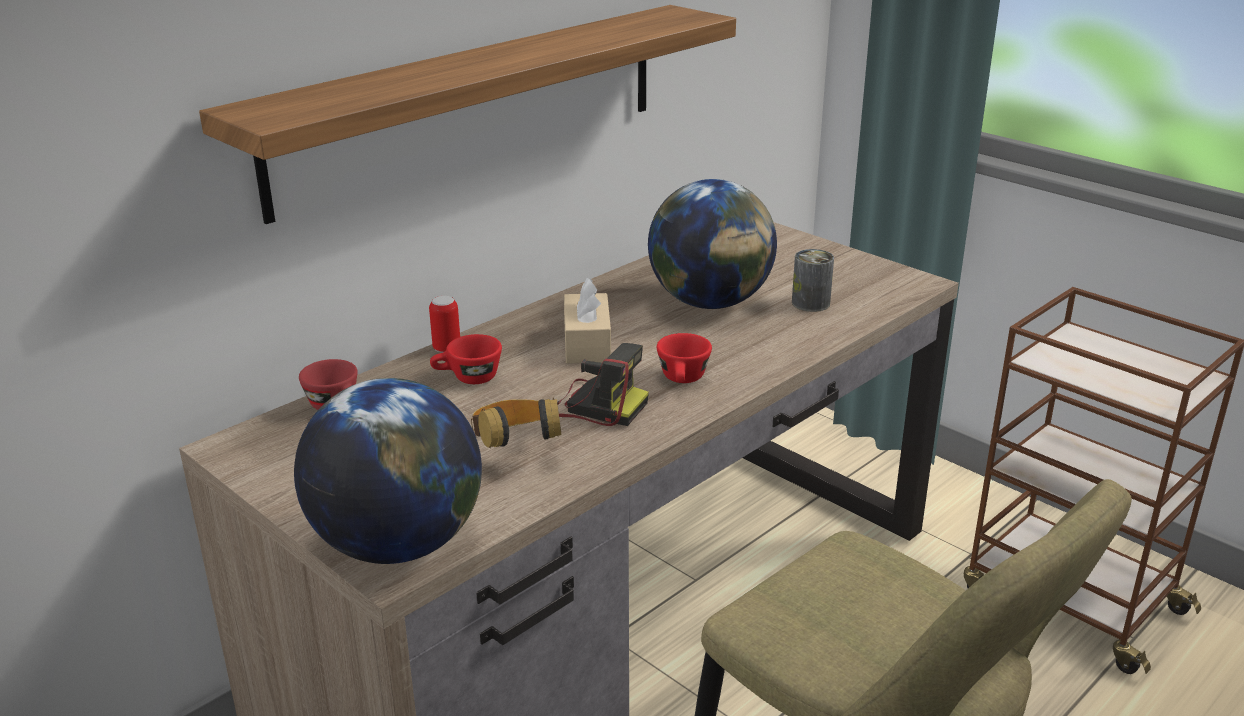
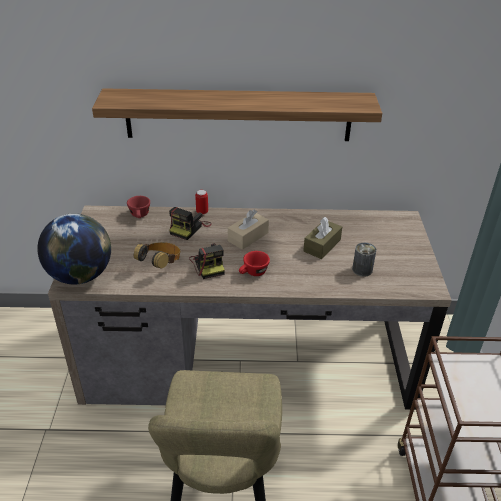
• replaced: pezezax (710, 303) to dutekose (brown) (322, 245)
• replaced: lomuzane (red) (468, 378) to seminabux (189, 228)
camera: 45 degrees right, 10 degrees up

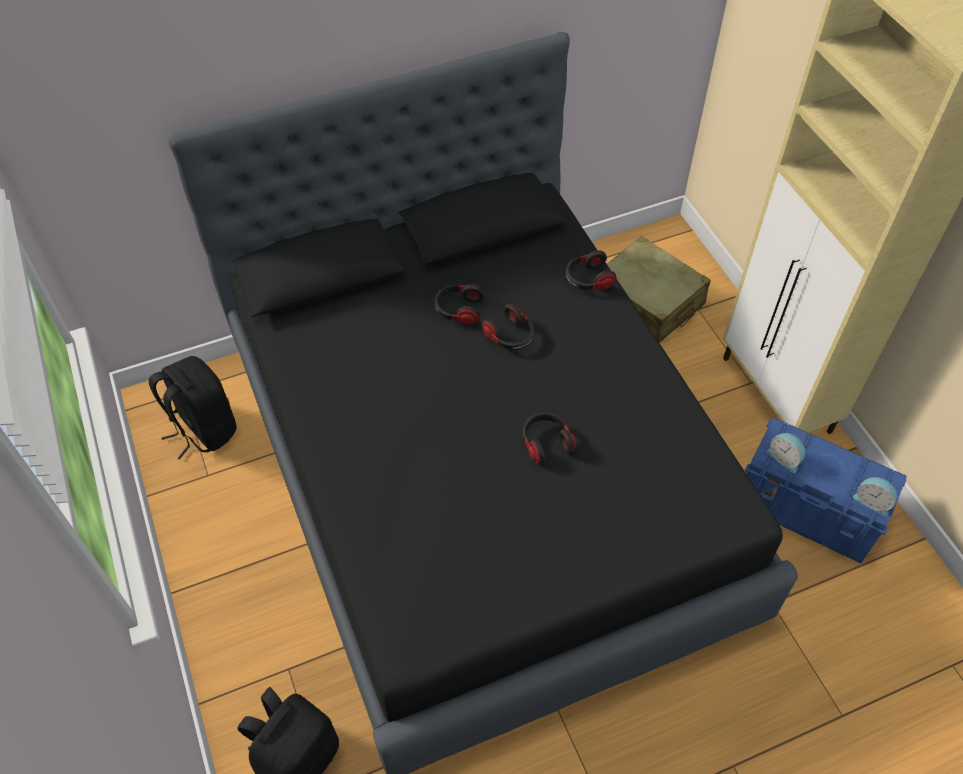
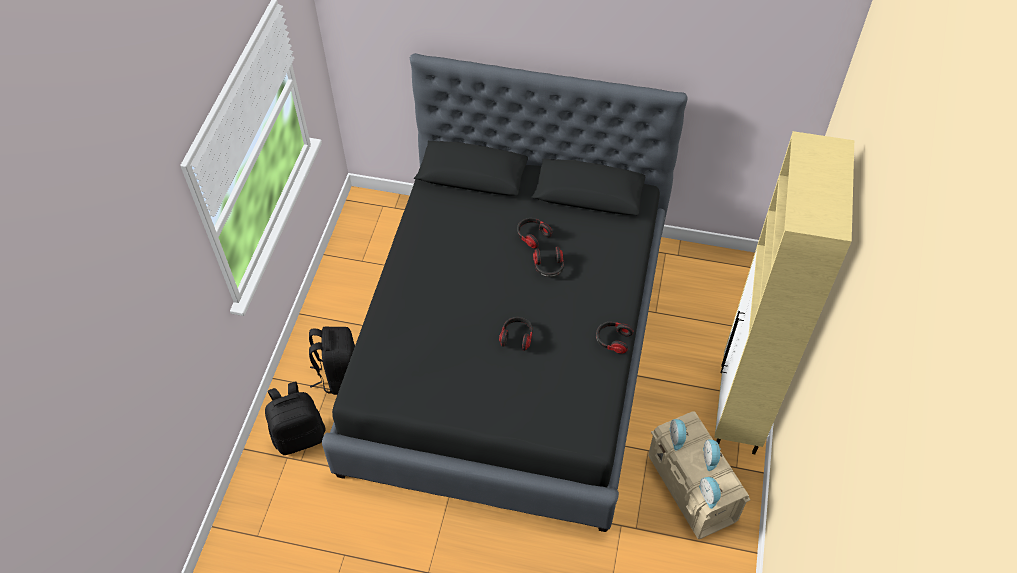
• removed: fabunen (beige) (647, 302)
• moved: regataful (588, 280) to (612, 340)
• moved: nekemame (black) (203, 429) to (338, 375)
• recoloured: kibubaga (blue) (806, 512) to kibubaga (beige) (691, 489)
• added: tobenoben (711, 458)
camera: 35 degrees right, 0 degrees up

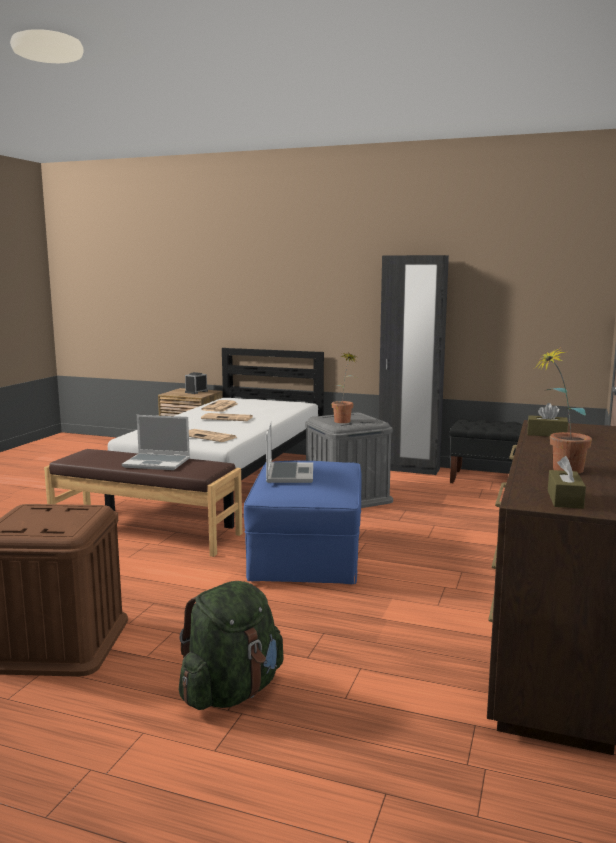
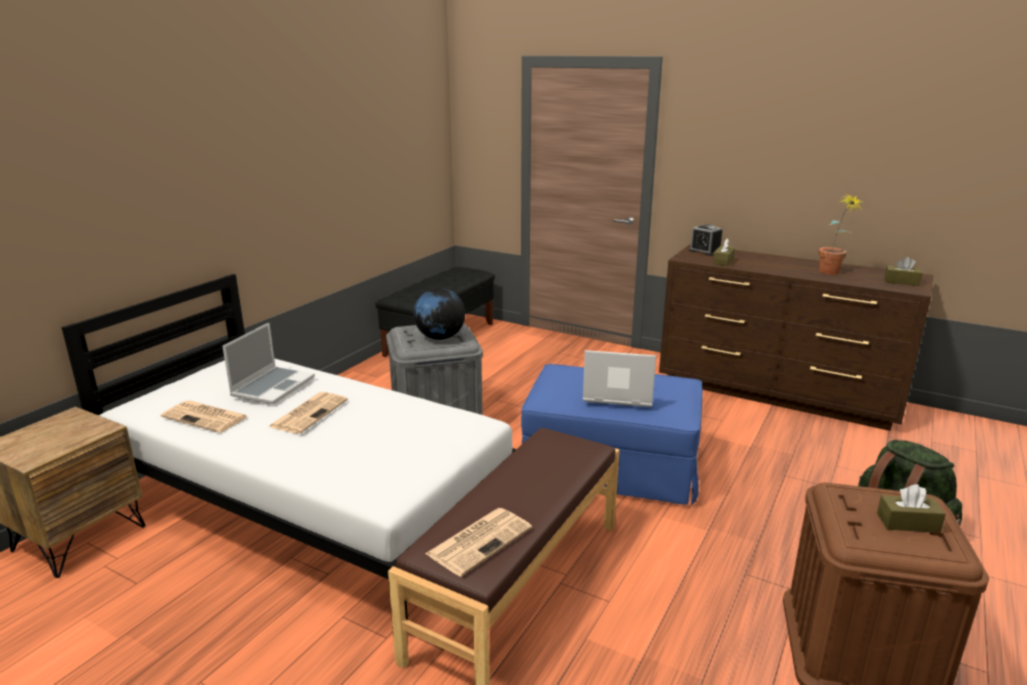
• removed: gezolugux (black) (408, 469)
• replaced: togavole (344, 420) to pezezax (440, 337)
• moved: tobenoben (196, 392) to (704, 251)
• moved: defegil (158, 463) to (273, 386)
• moved: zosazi (209, 436) to (480, 540)
• added: dutekose (brown) (908, 523)
camera: 80 degrees left, 10 degrees up

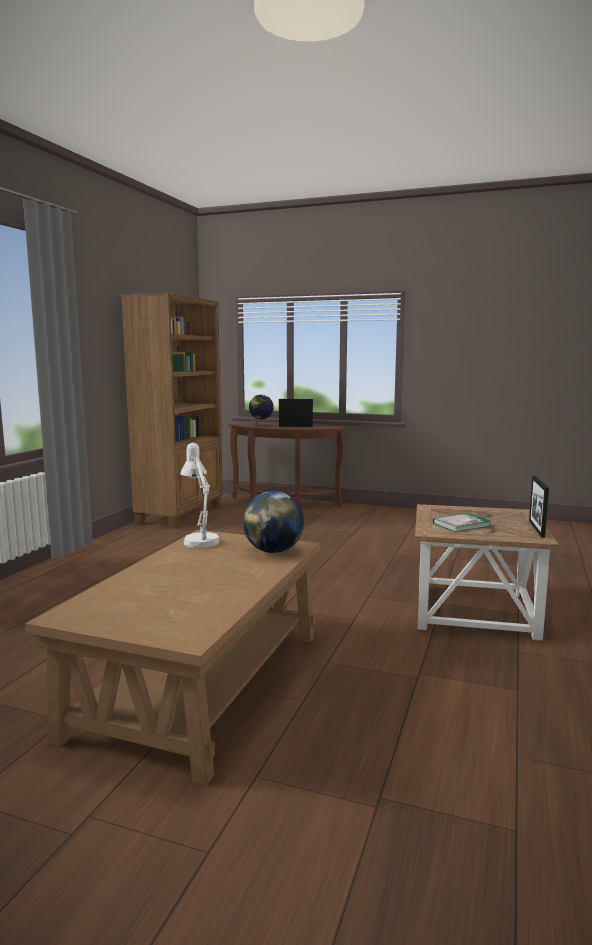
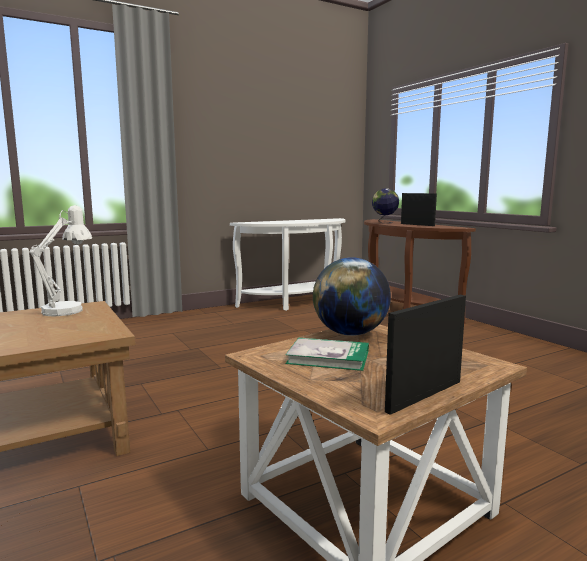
• replaced: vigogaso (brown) (181, 514) to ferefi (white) (297, 303)
• moved: pezezax (273, 551) to (350, 334)
camera: 40 degrees right, 0 degrees up

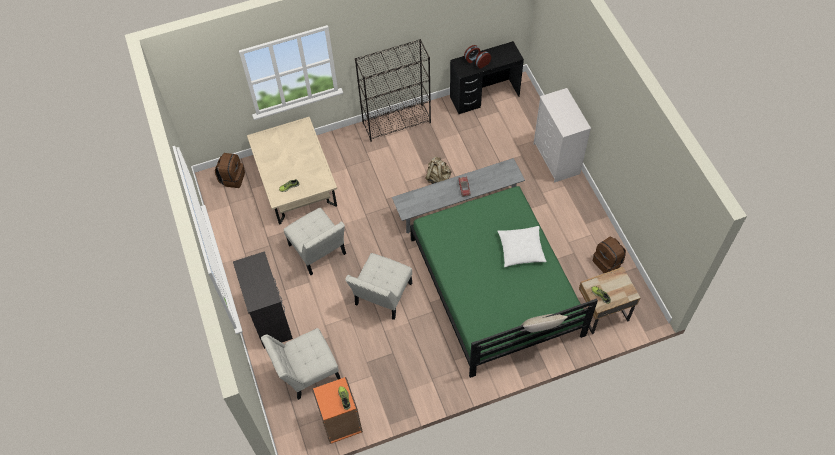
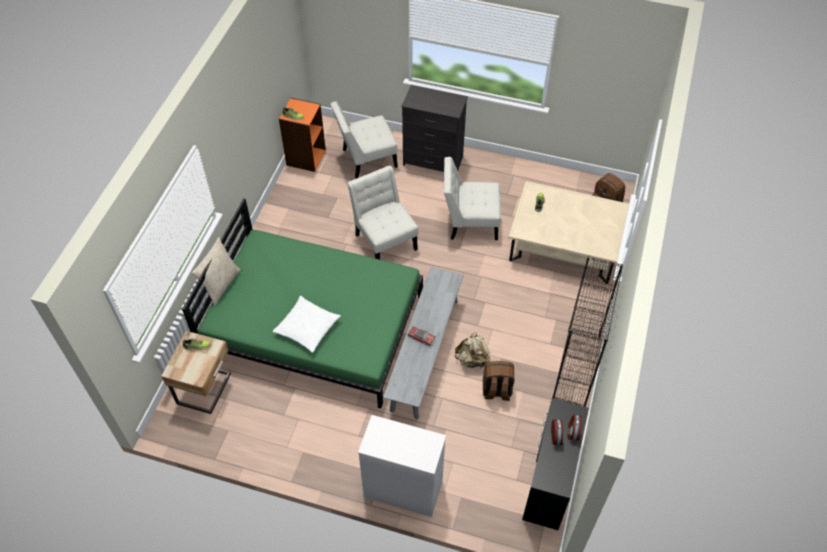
• moved: nekemame (brown) (607, 262) to (496, 390)
• turned: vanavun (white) (306, 372) = (366, 159) 120 degrees counterclockwise
camera: 125 degrees right, 5 degrees down

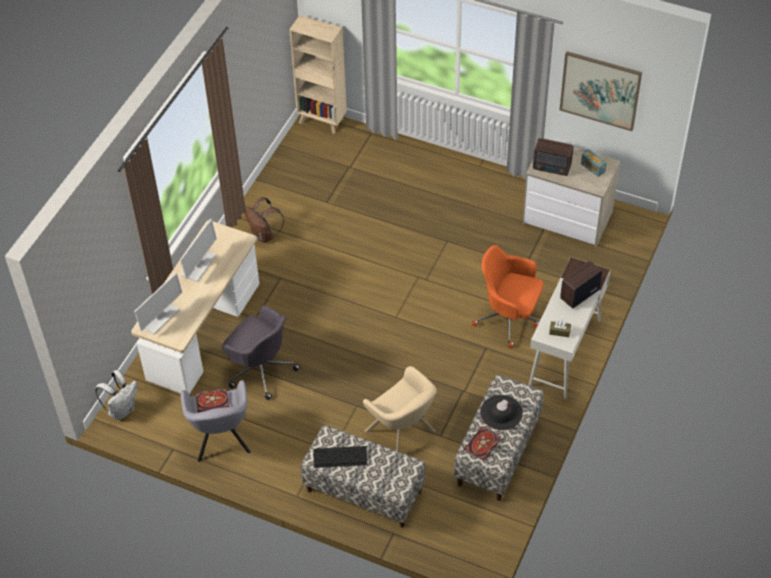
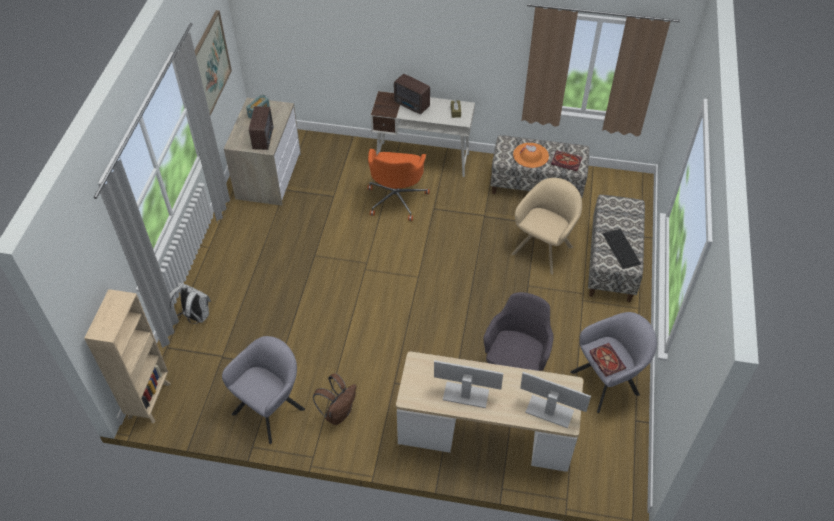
• moved: nekemame (white) (122, 410) to (195, 316)
• recoloured: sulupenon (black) (501, 412) to sulupenon (orange) (530, 155)
• added: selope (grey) (271, 408)
camera: 105 degrees left, 0 degrees up

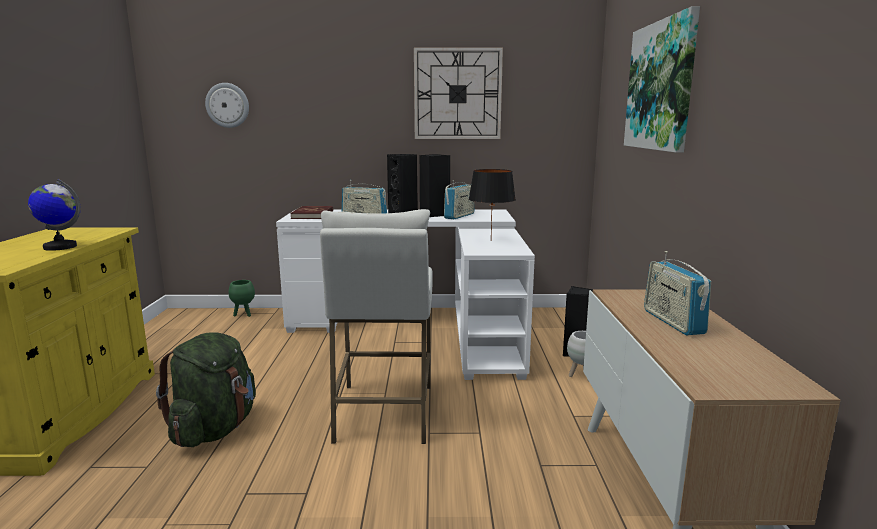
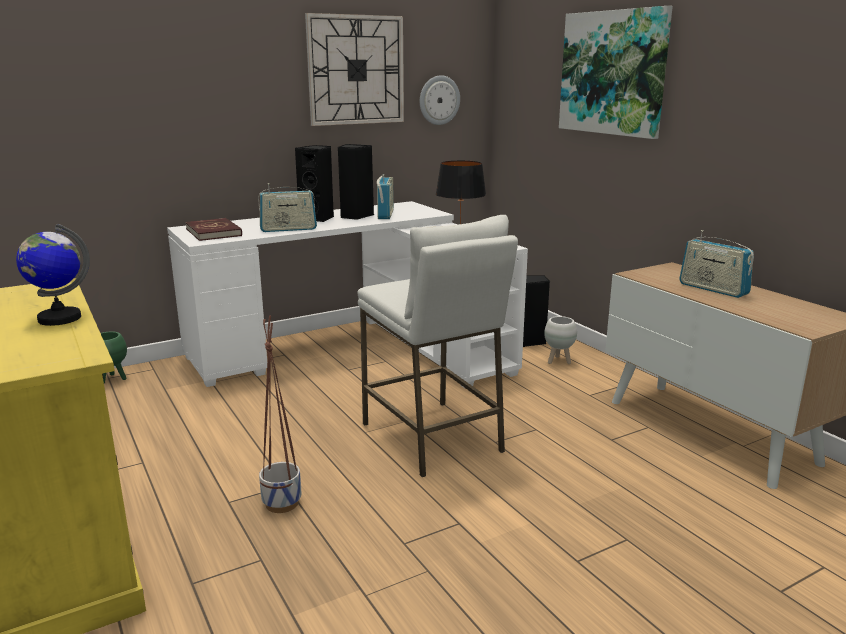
• moved: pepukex (227, 105) to (439, 100)
• replaced: nekemame (green) (215, 429) to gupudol (281, 503)
camera: 30 degrees left, 5 degrees up

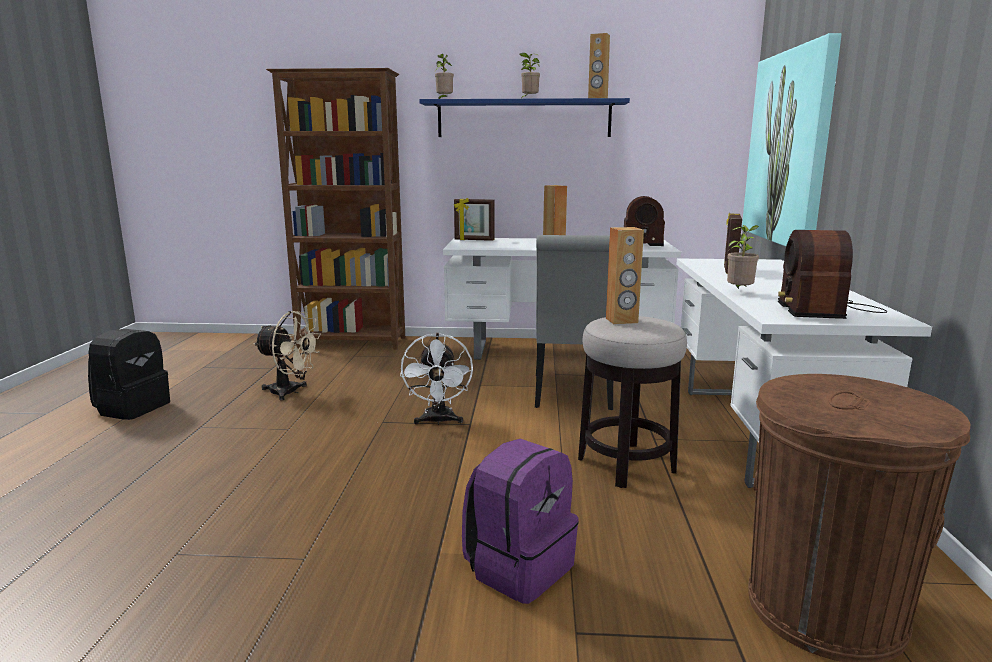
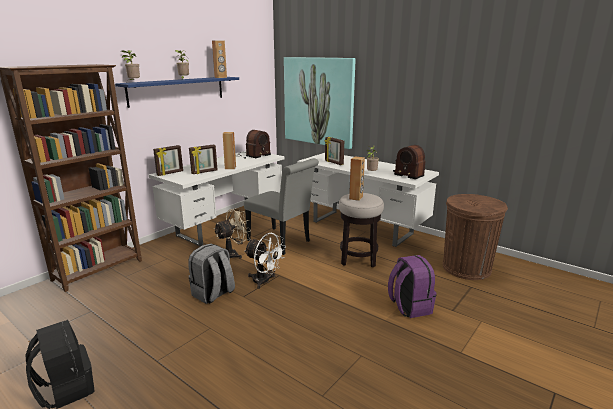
• moved: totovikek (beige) (290, 392) to (233, 254)
• added: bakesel (204, 172)
• added: nekemame (grey) (213, 294)
camera: 55 degrees left, 5 degrees up

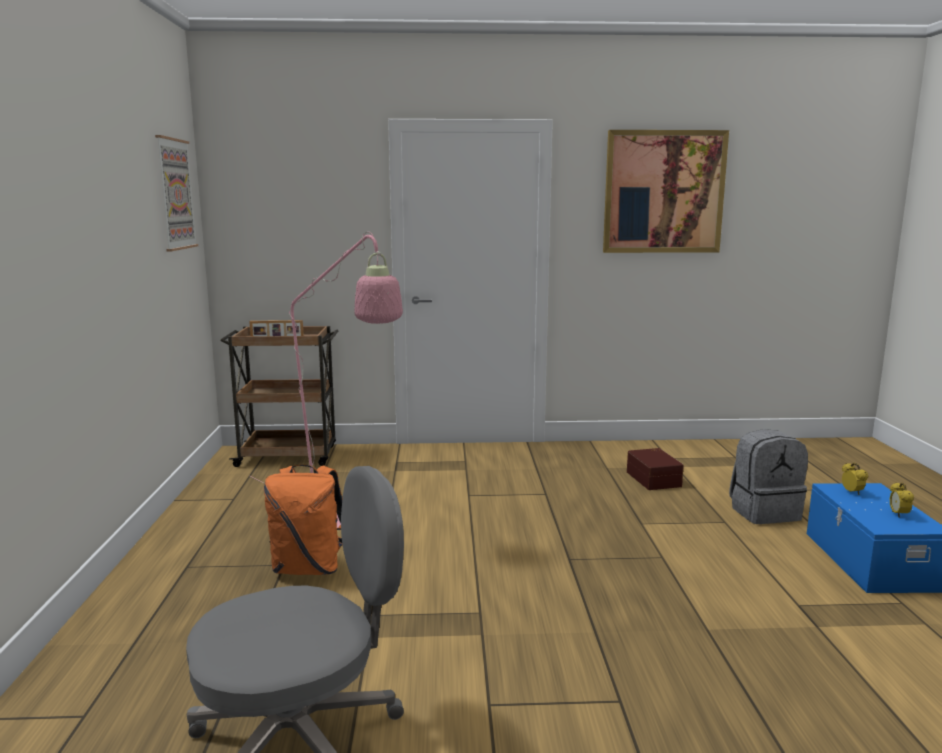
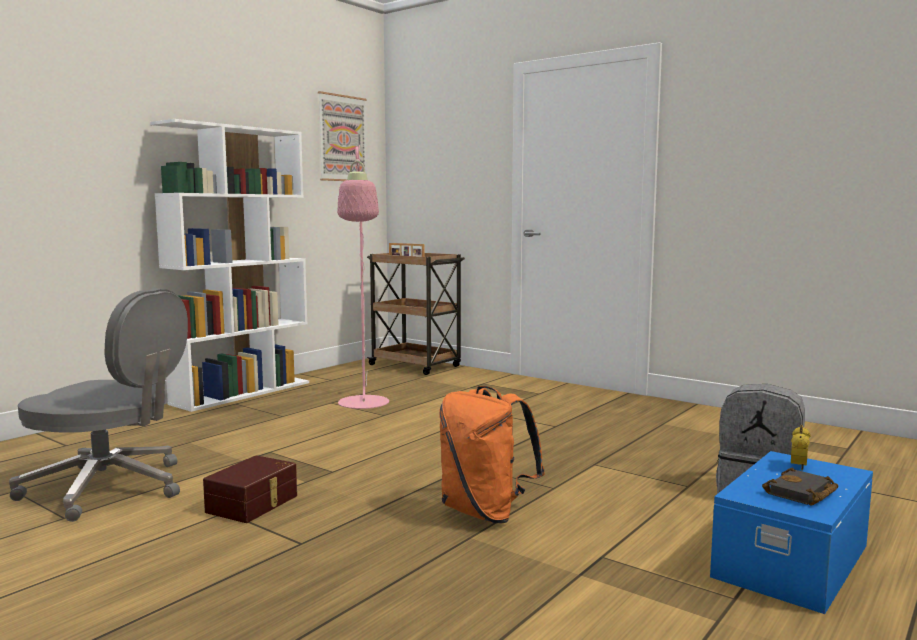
• removed: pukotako (663, 192)
• moved: kibubaga (brown) (654, 479) to (254, 504)
• moved: nekemame (orange) (309, 568) to (485, 512)
• replaced: tobenoben (898, 514) to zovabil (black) (801, 494)
• added: vigogaso (white) (242, 393)
camera: 40 degrees right, 5 degrees down

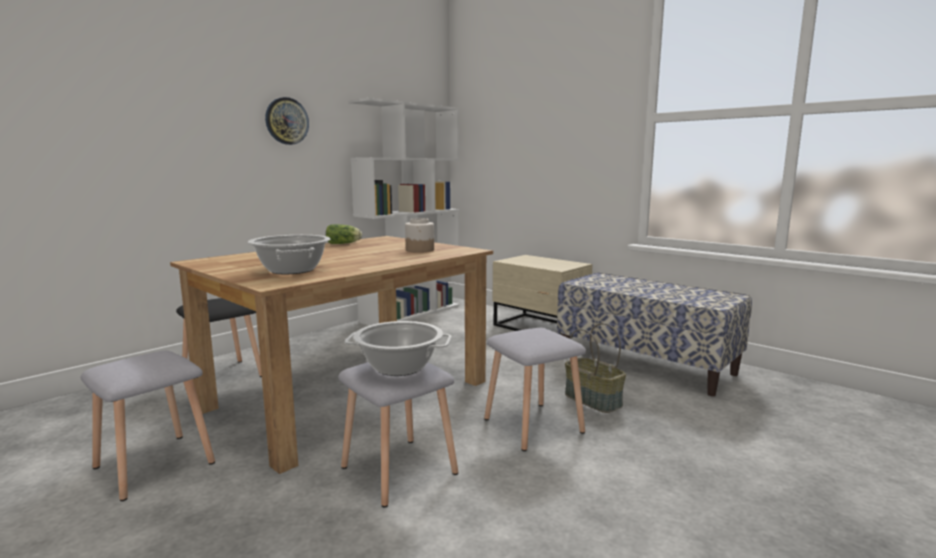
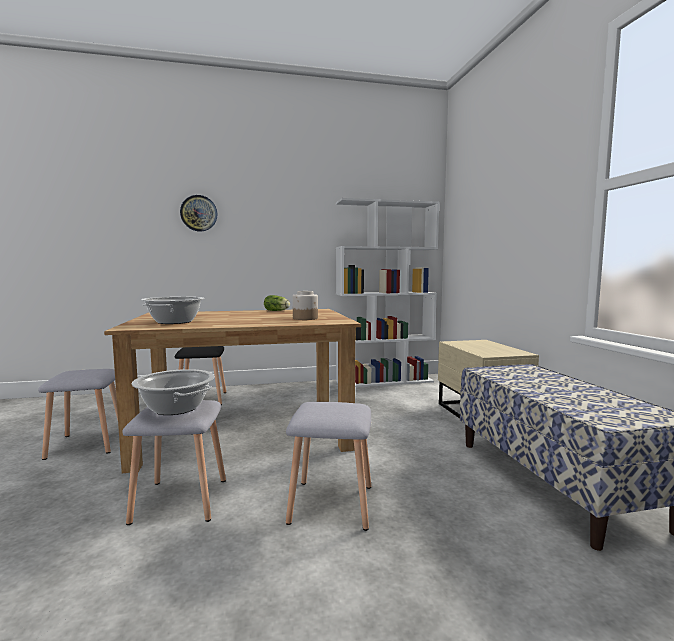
• moved: pepukex (286, 121) to (199, 213)
• removed: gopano (594, 400)
camera: 35 degrees right, 5 degrees down

